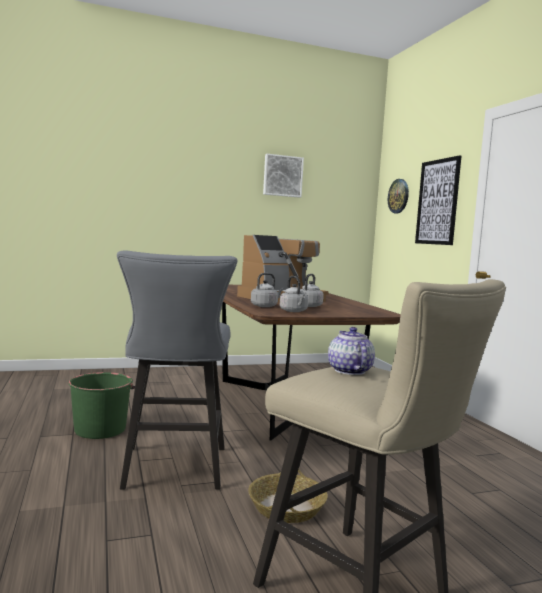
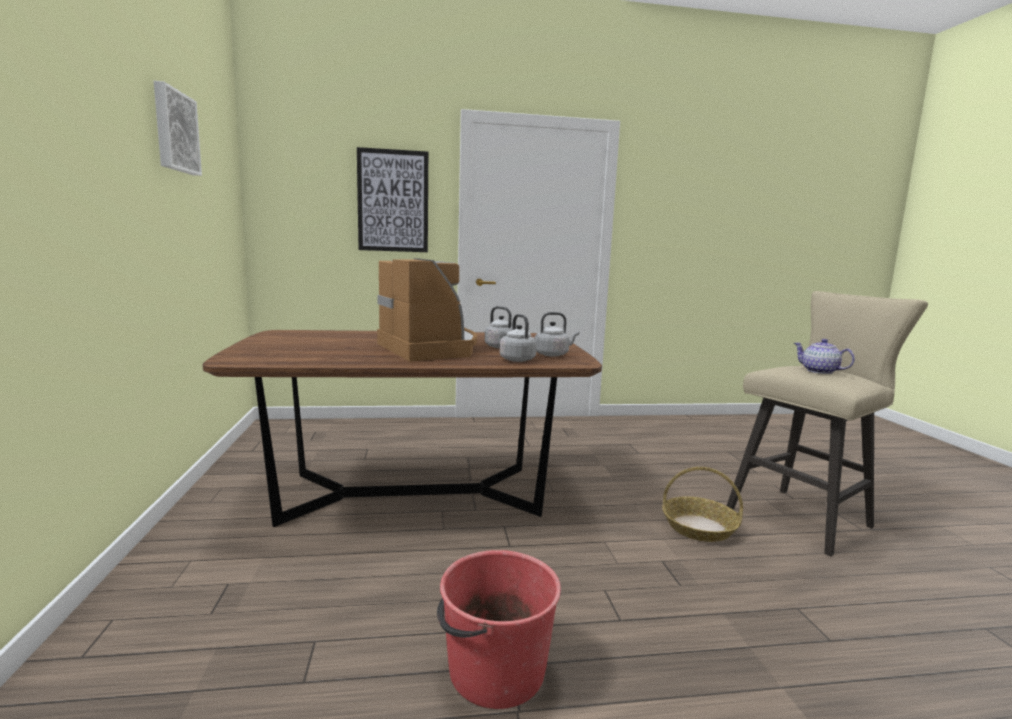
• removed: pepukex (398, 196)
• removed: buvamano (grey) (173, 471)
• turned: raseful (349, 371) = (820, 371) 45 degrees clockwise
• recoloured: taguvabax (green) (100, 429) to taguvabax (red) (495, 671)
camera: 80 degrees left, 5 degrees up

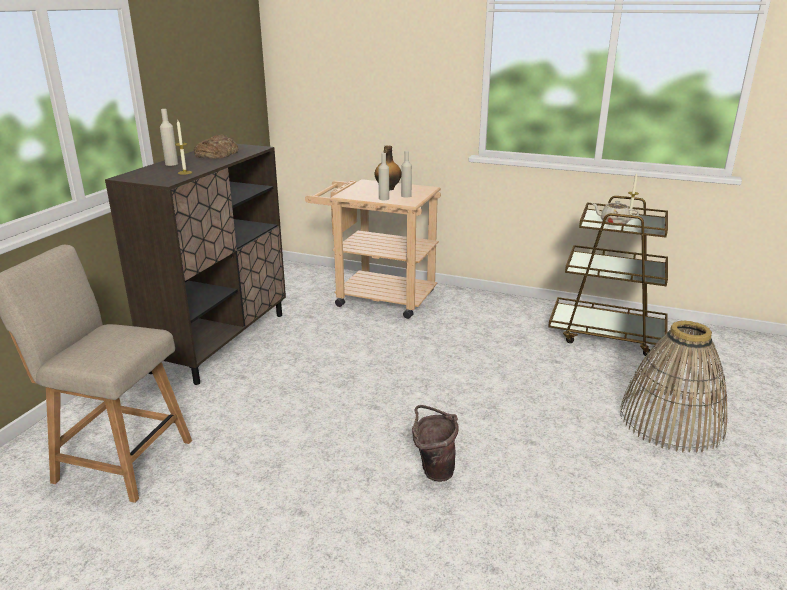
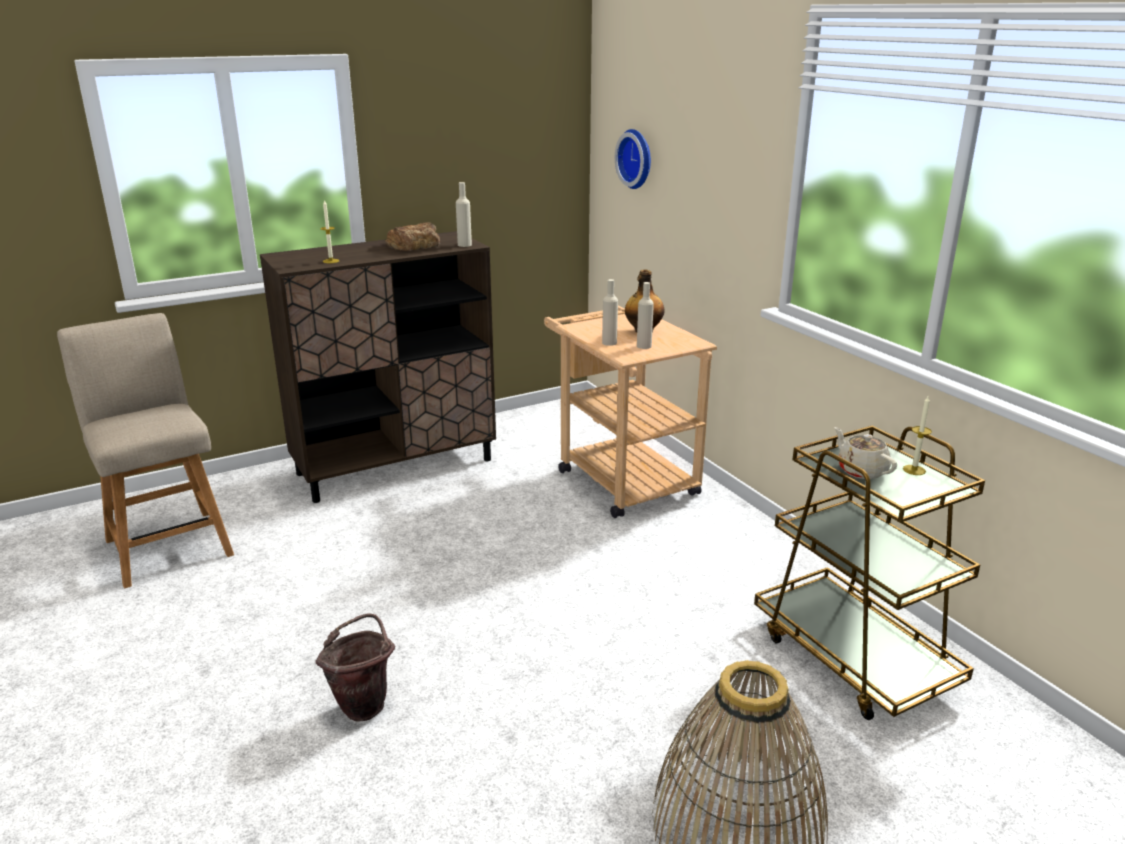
• moved: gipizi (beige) (171, 164) to (464, 245)
• added: pepukex (637, 159)
camera: 40 degrees right, 0 degrees up

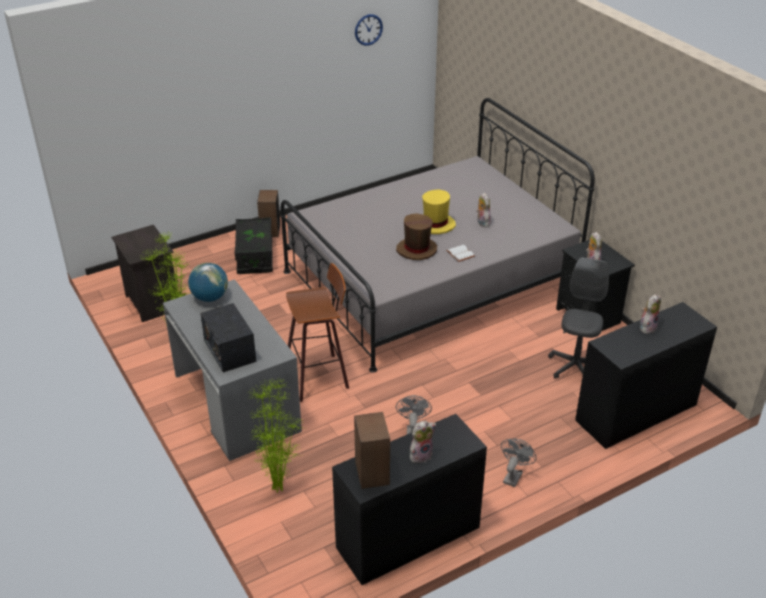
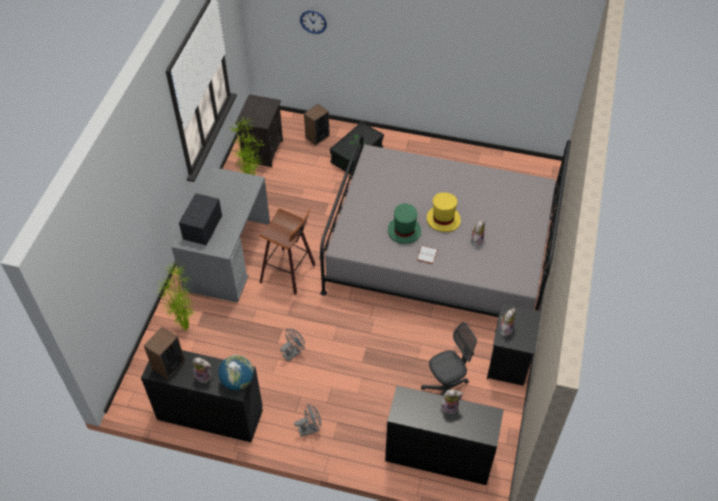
• moved: pepukex (368, 29) to (313, 22)
• moved: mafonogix (270, 230) to (317, 136)
• recoloured: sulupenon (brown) (416, 250) to sulupenon (green) (404, 231)
• moved: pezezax (210, 298) to (237, 381)
camera: 45 degrees right, 15 degrees up

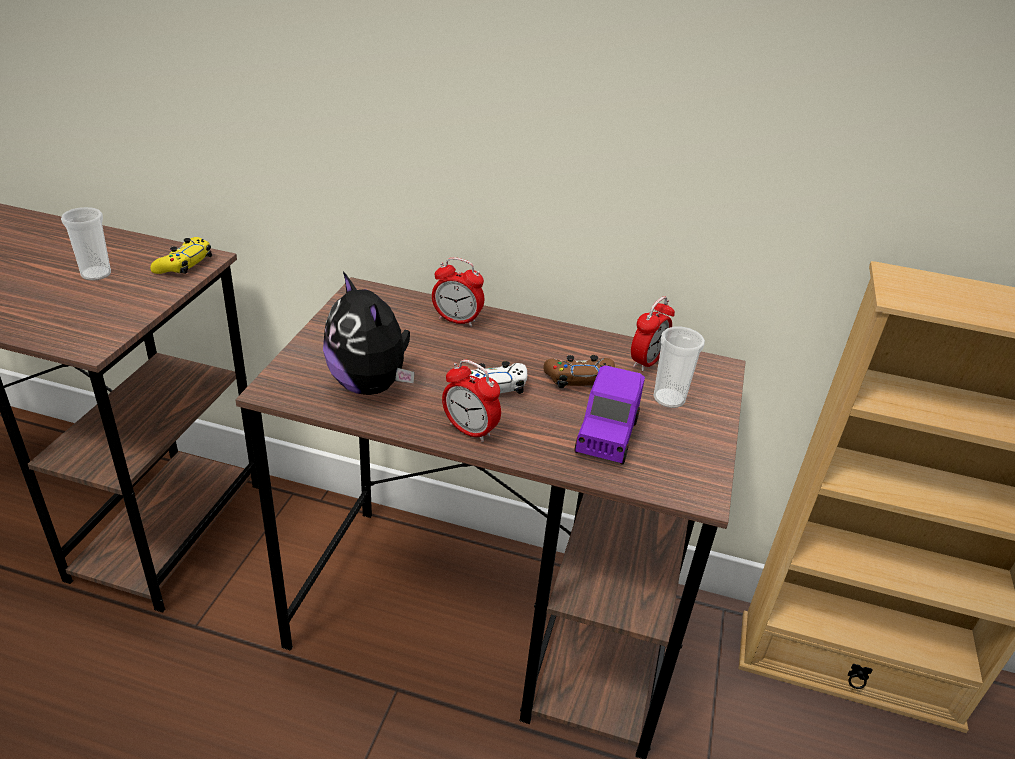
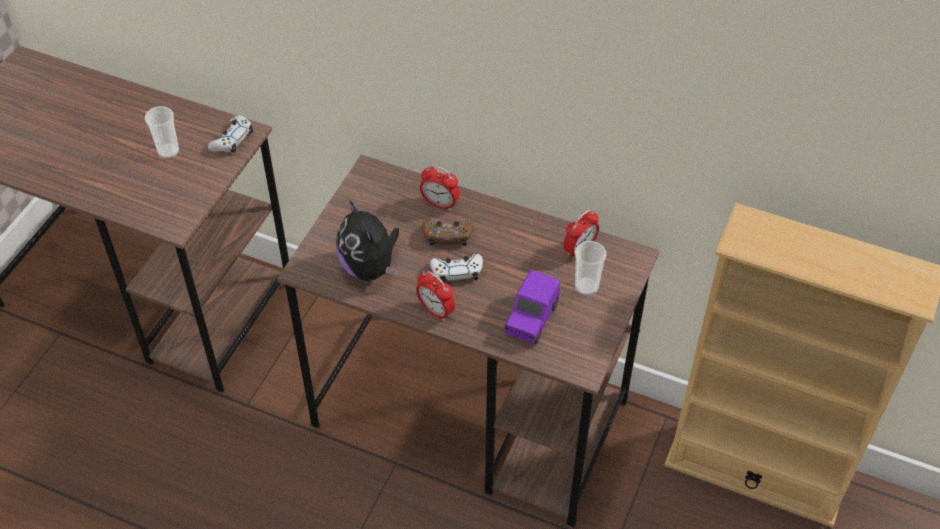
• recoloured: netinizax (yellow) (184, 264) to netinizax (white) (232, 139)
• moved: netinizax (brown) (579, 379) to (448, 236)
camera: 10 degrees right, 15 degrees up

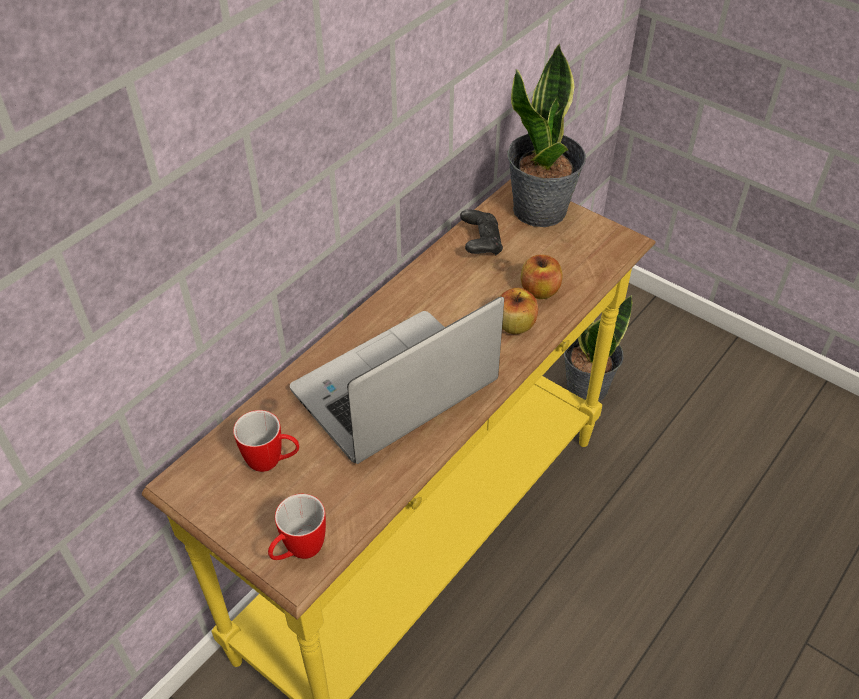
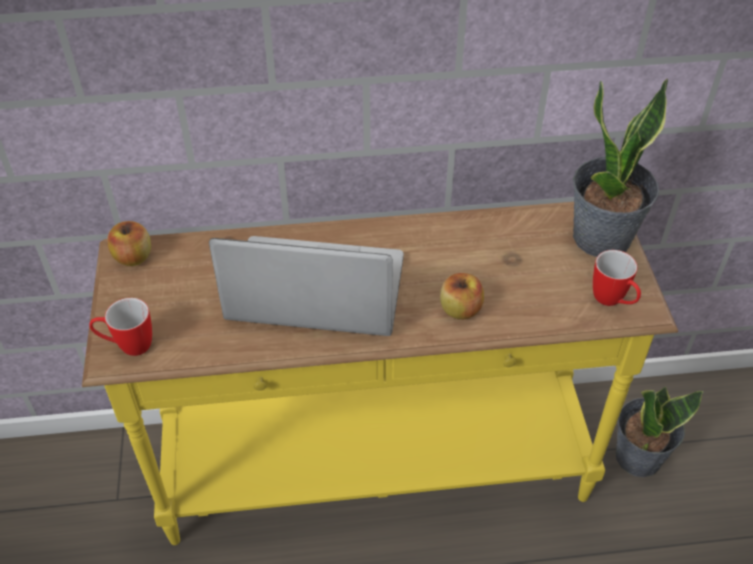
• removed: netinizax (black) (480, 243)
• moved: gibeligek (539, 291) to (133, 257)
• moved: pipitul (272, 462) to (612, 301)
camera: 45 degrees right, 0 degrees up

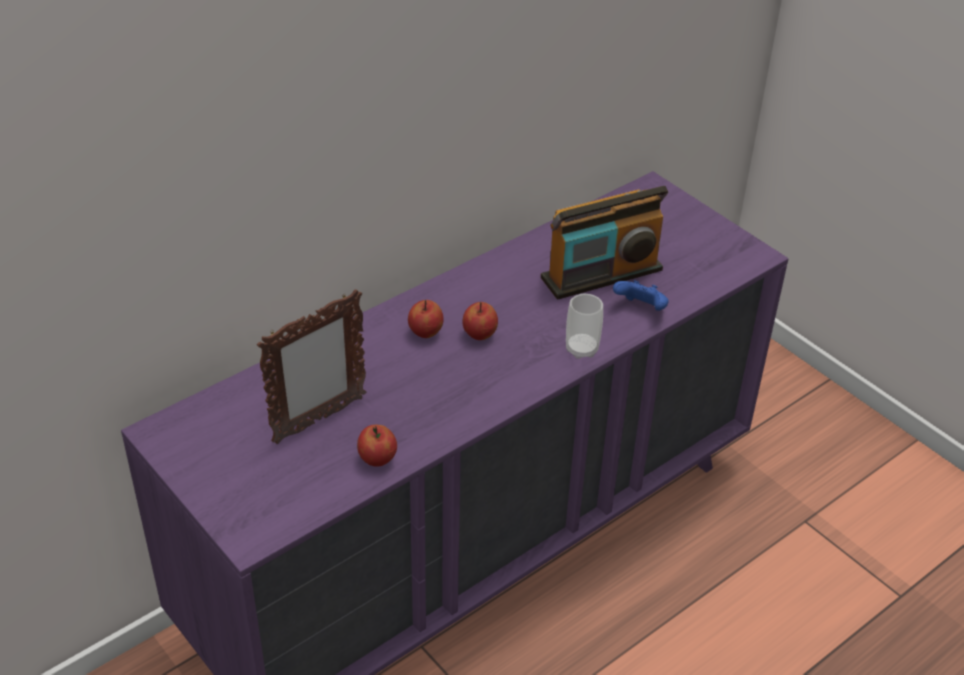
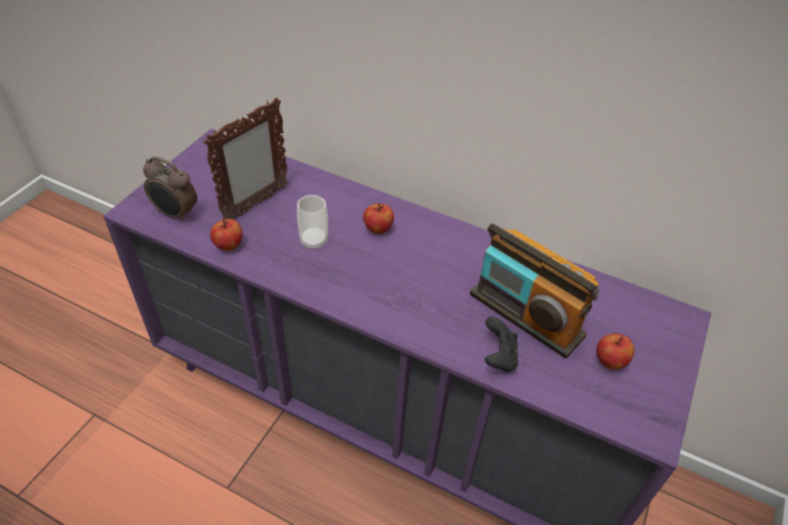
• recoloured: netinizax (blue) (641, 309) to netinizax (black) (498, 357)
• turned: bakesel (318, 420) = (255, 205) 75 degrees counterclockwise
• moved: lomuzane (581, 349) to (314, 241)
• moved: gibeligek (479, 334) to (609, 361)
• added: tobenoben (175, 214)
camera: 65 degrees right, 5 degrees up

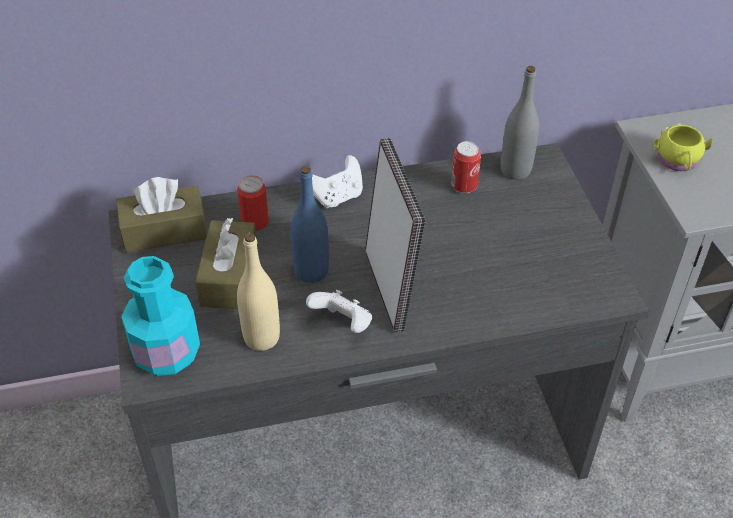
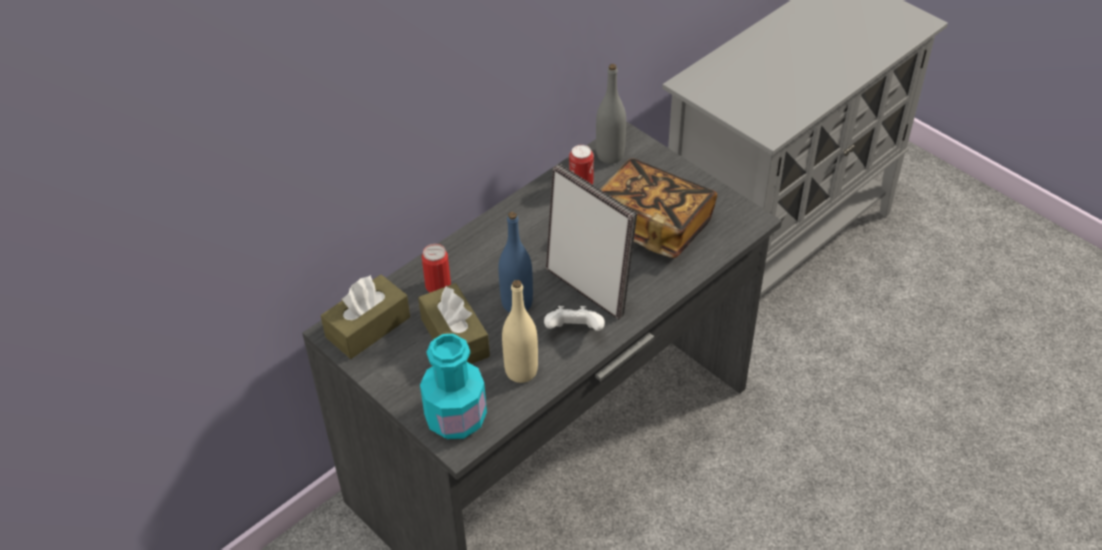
• removed: pipitul (yellow) (678, 162)
• removed: netinizax (white) (336, 197)
• added: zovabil (653, 225)
camera: 30 degrees left, 0 degrees up

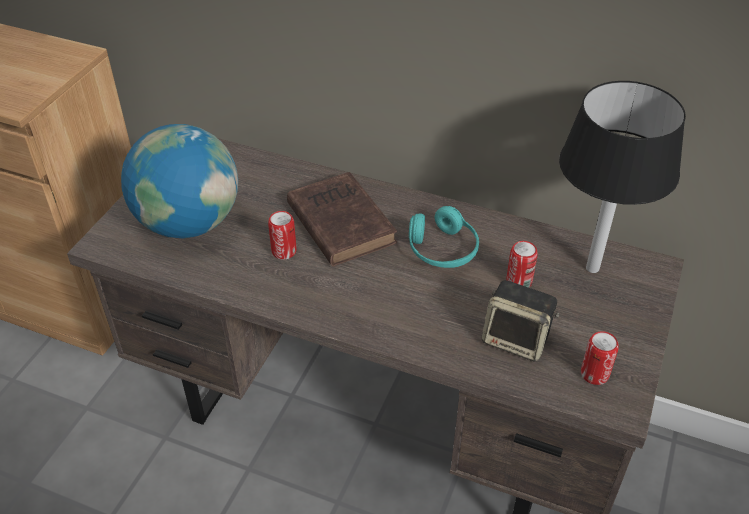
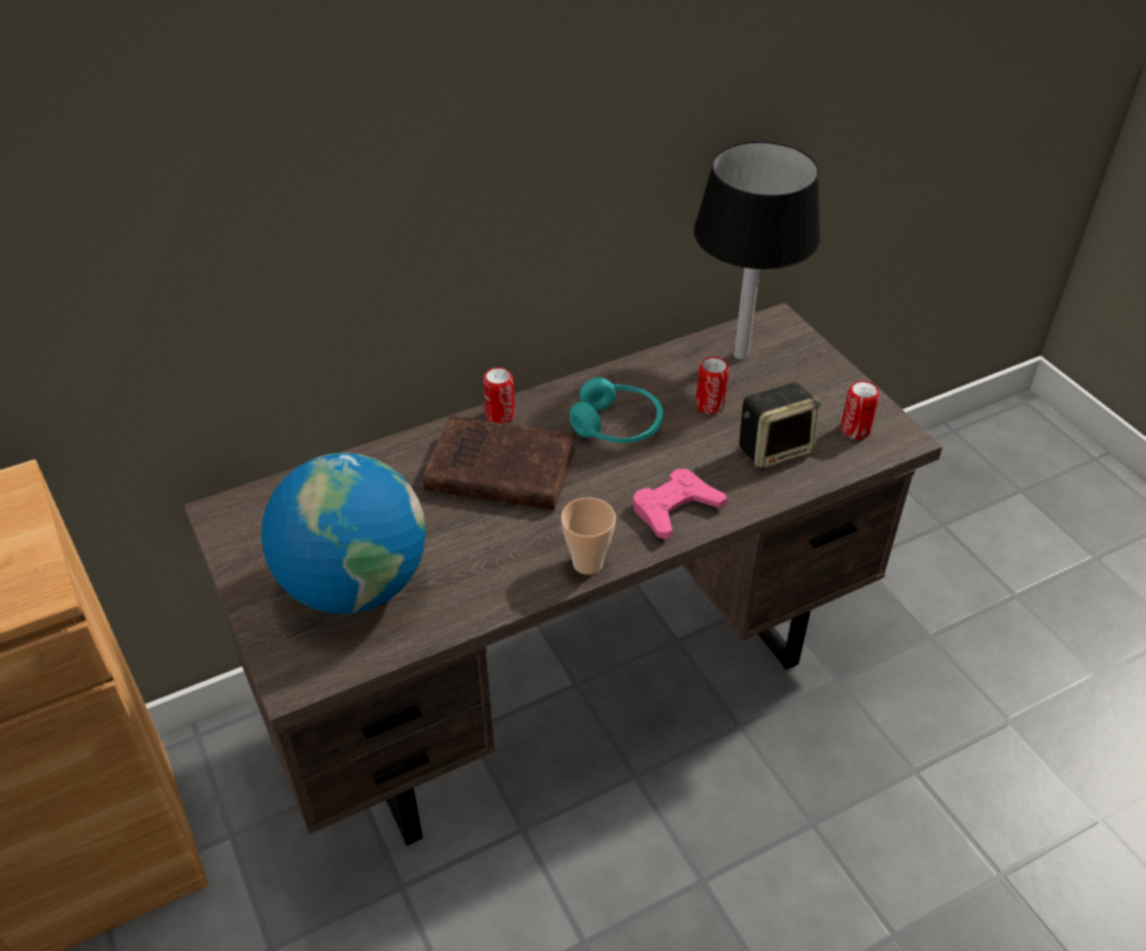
• moved: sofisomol (284, 251) to (500, 416)
• added: netinizax (pink) (675, 508)
• added: lomuzane (587, 563)
camera: 50 degrees left, 0 degrees up

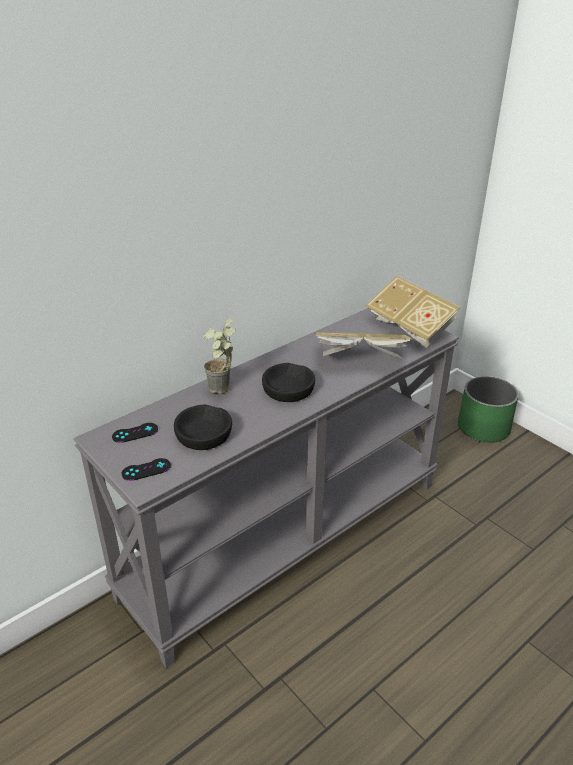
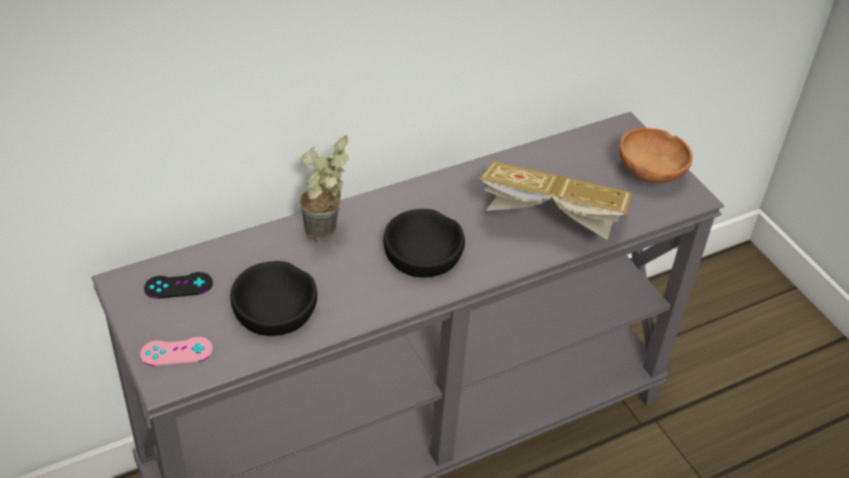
• replaced: zovabil (410, 328) to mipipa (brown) (651, 173)
• removed: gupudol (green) (483, 428)
• recoloured: netinizax (black) (146, 469) to netinizax (pink) (176, 352)
camera: 10 degrees right, 10 degrees up

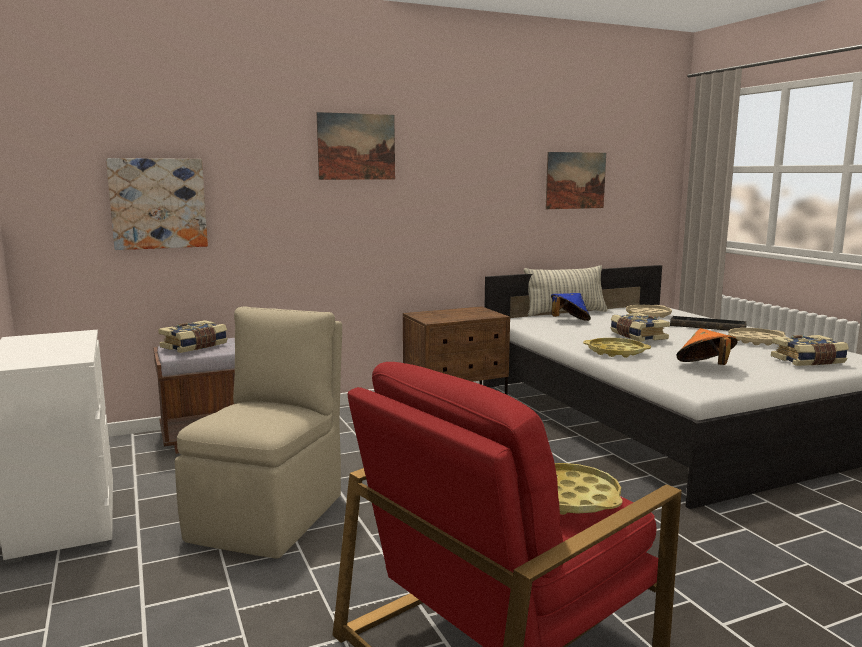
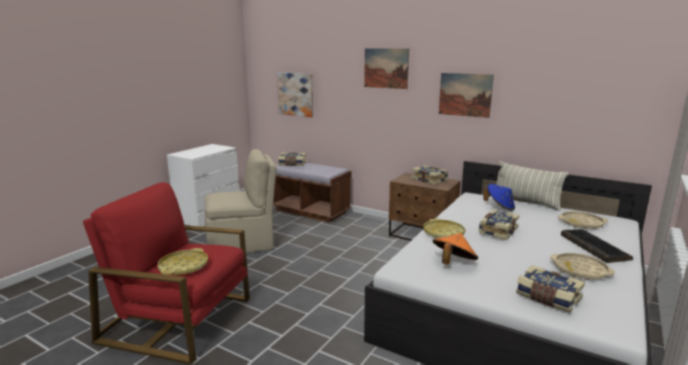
• moved: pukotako (575, 180) to (465, 95)
• added: zovabil (429, 180)
camera: 55 degrees right, 5 degrees up

